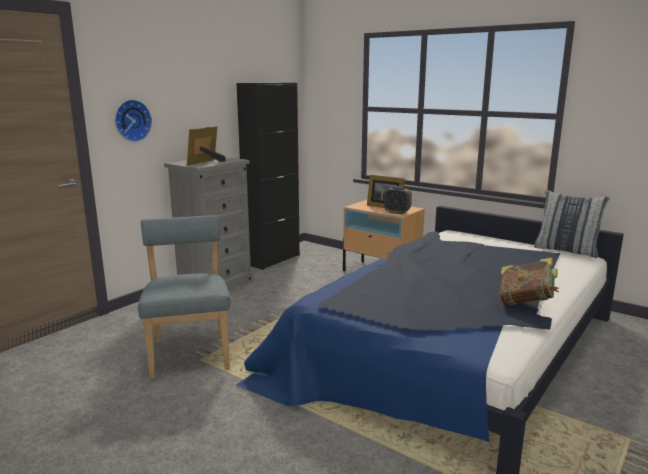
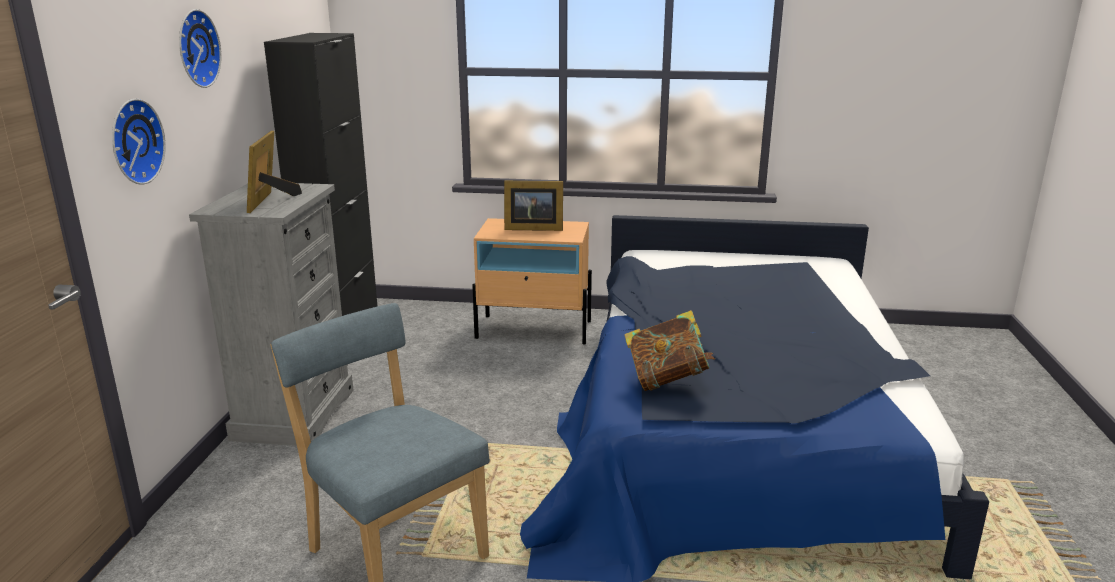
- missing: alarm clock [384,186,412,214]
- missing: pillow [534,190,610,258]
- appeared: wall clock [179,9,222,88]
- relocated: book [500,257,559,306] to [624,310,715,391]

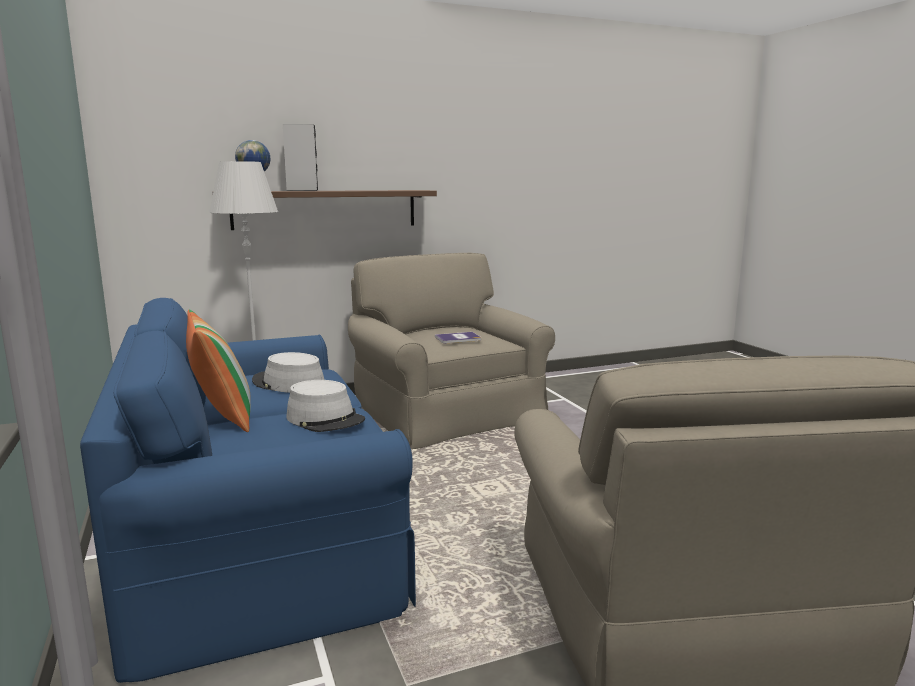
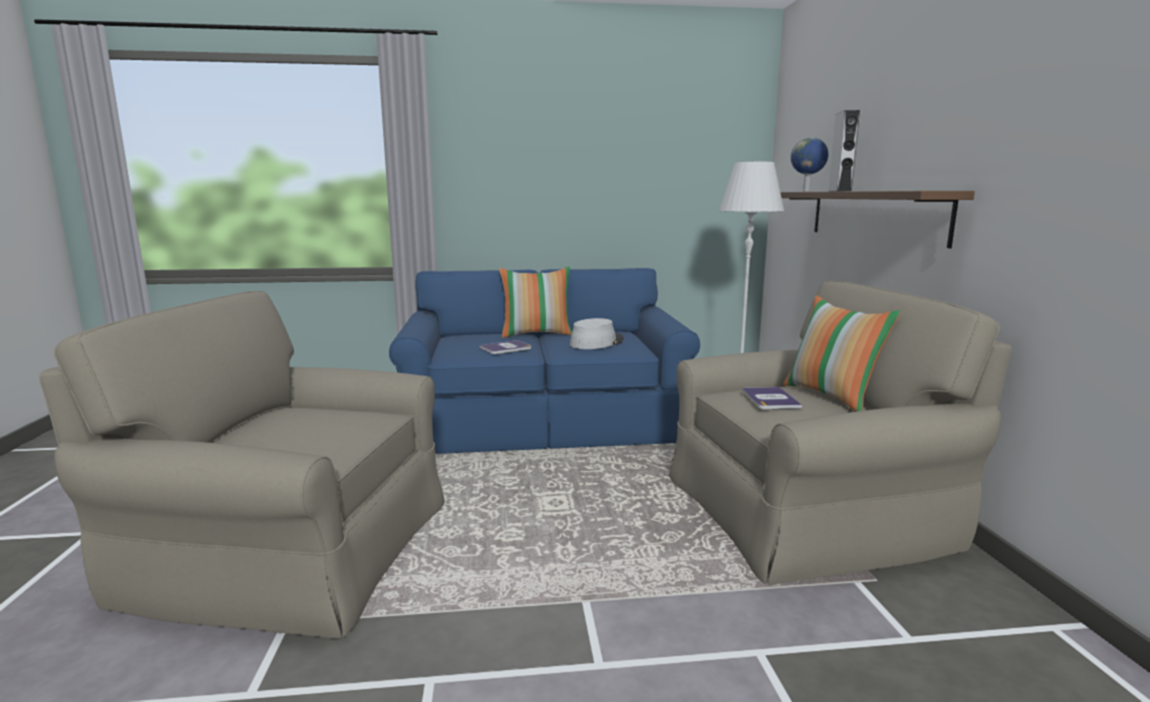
- appeared: pillow [784,296,901,411]
- exchanged: grey hat [286,380,365,432] to book [480,340,531,354]

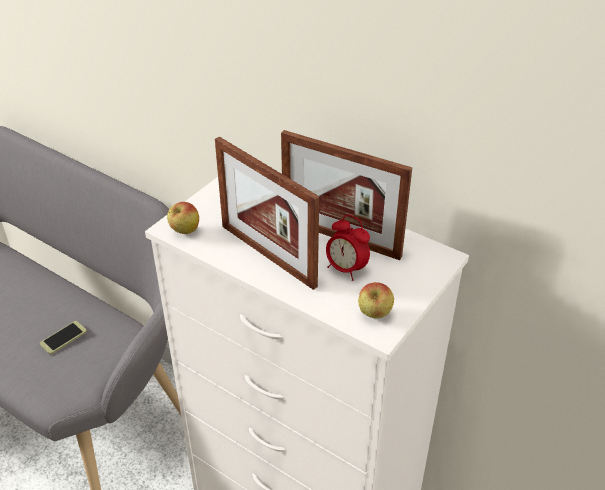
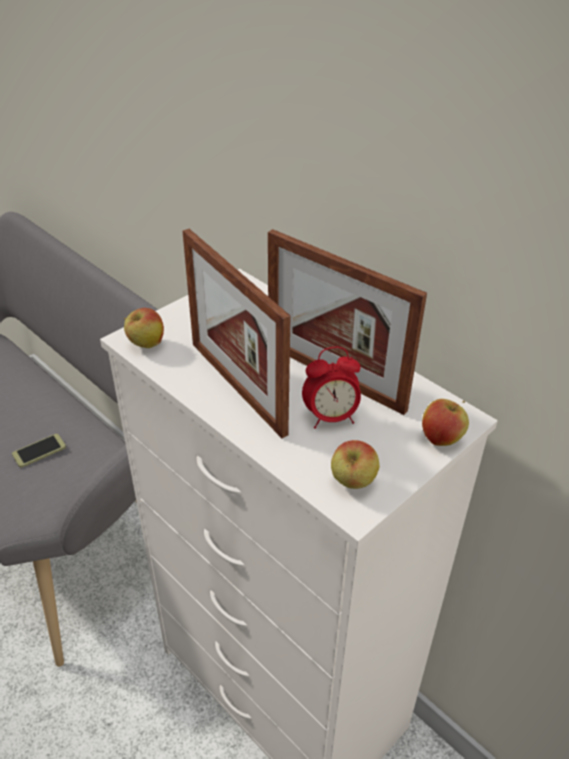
- appeared: apple [422,399,469,446]
- spun: alarm clock [326,214,370,281] = [302,347,361,429] 60 degrees counterclockwise

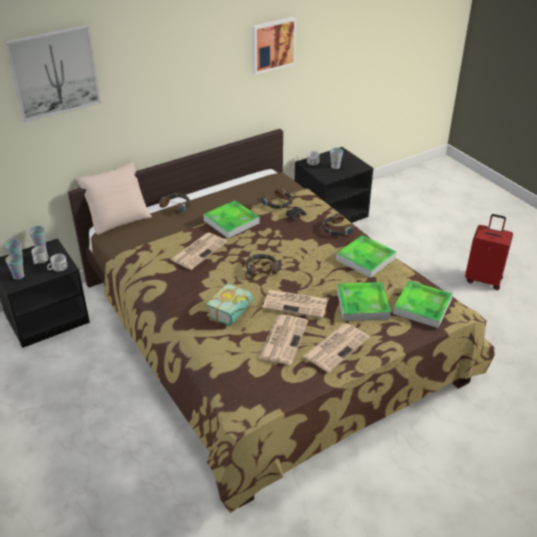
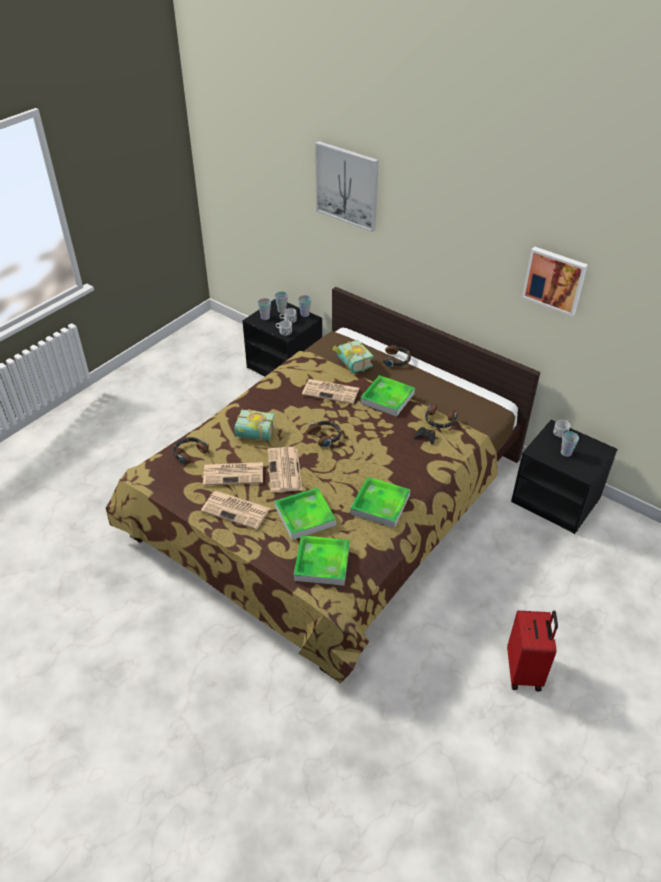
- missing: beige pillow [77,162,152,235]
- appeared: book [332,340,373,373]
- relocated: headphones [322,213,354,236] to [172,437,208,464]

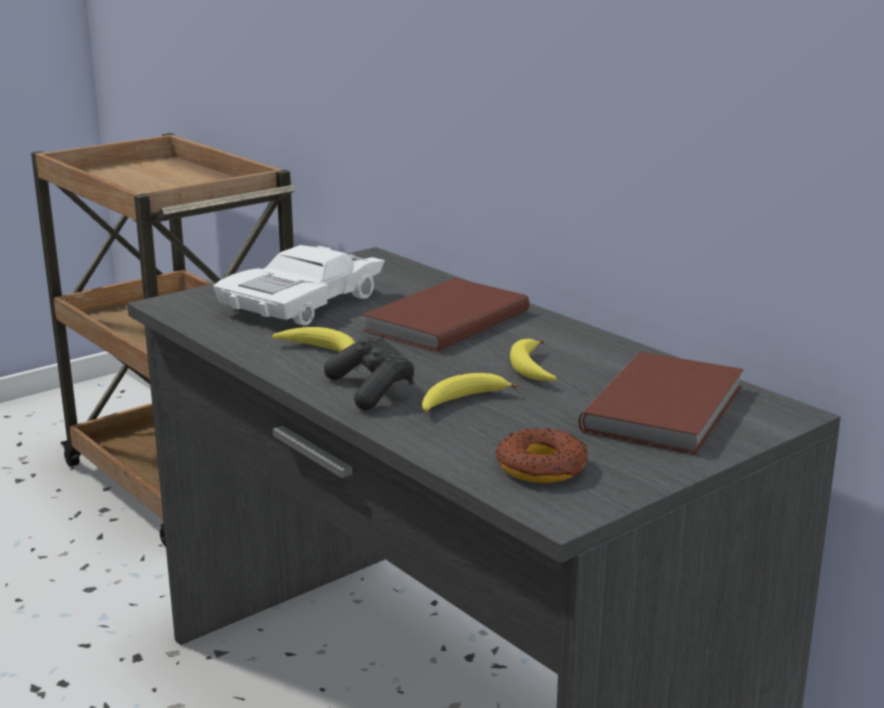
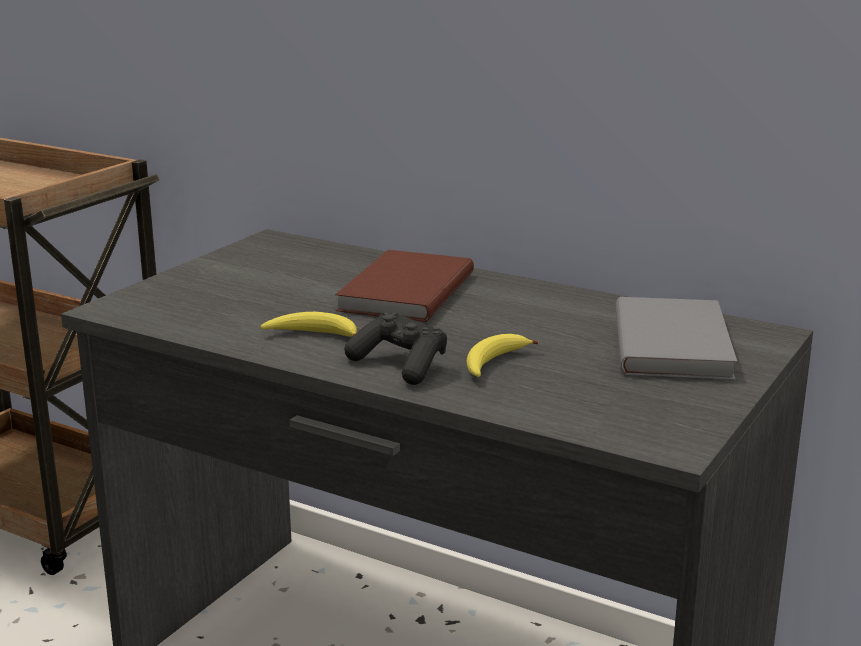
- missing: white toy car [213,245,385,325]
- missing: donut [495,428,588,483]
- missing: banana [510,339,557,381]
- colour: brown book [579,352,744,455] to grey book [615,297,737,380]

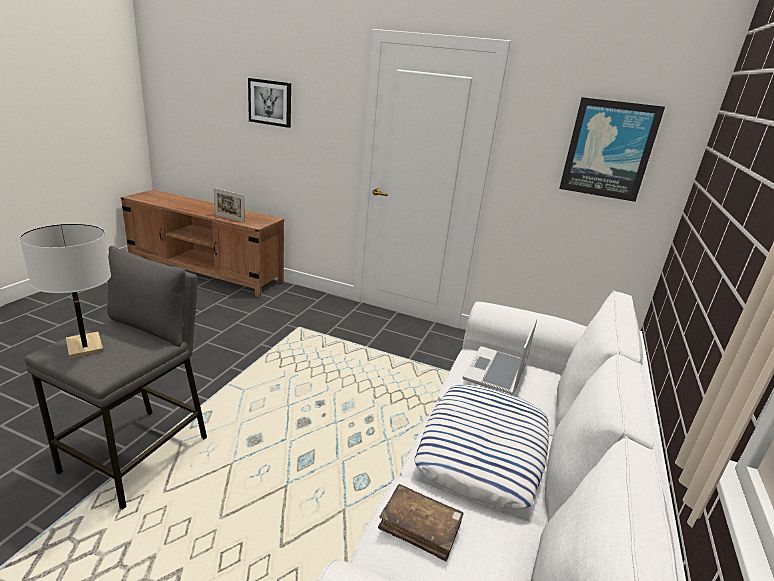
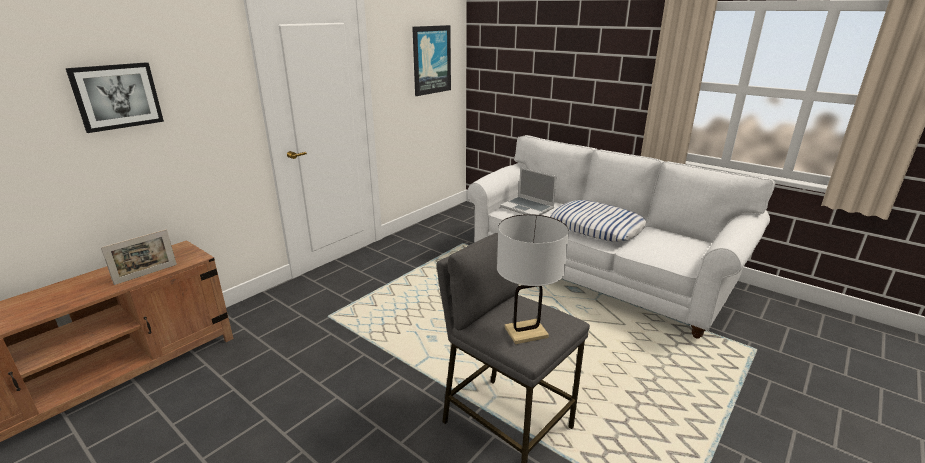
- missing: brown book [378,484,464,561]

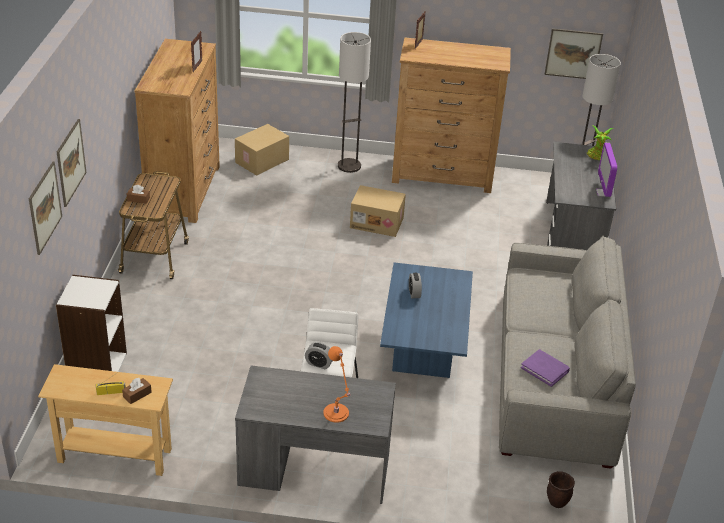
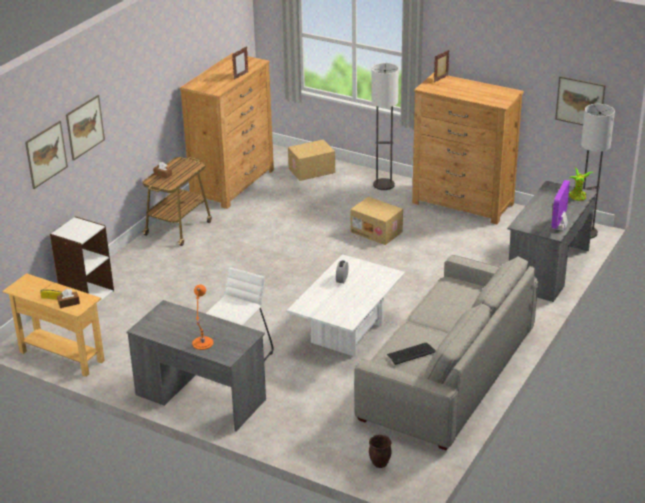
- missing: alarm clock [305,342,332,369]
- exchanged: purple book [521,349,570,387] to keyboard [387,342,436,365]
- colour: blue coffee table [380,262,473,378] to white coffee table [287,254,405,357]

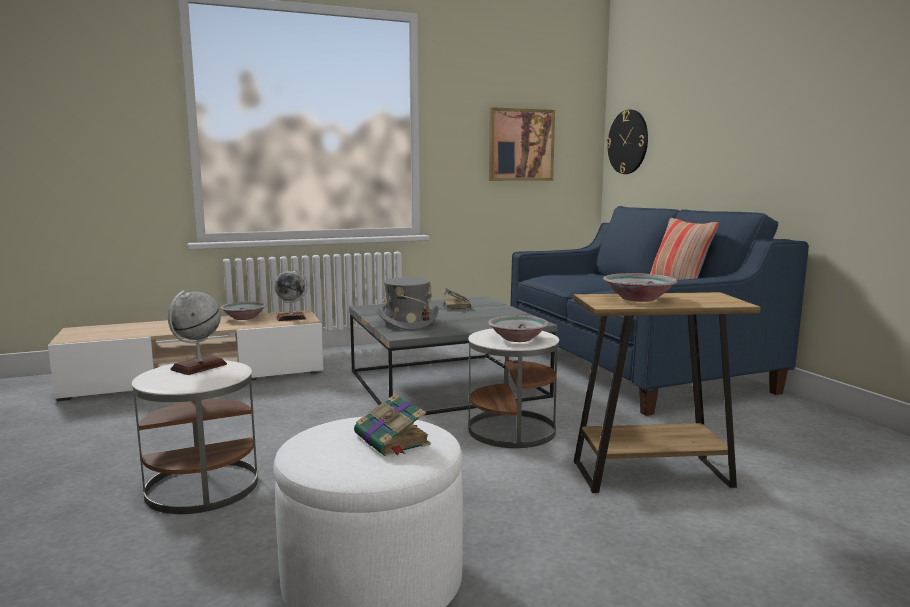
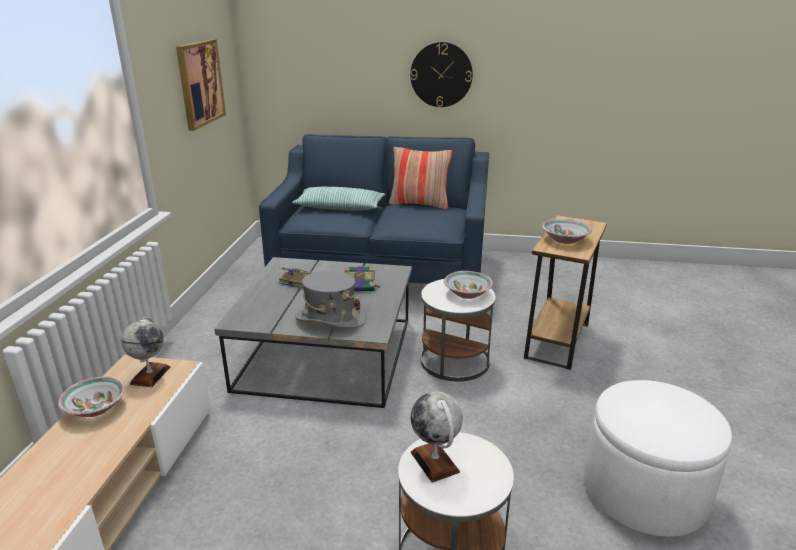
- appeared: pillow [292,187,386,211]
- relocated: book [354,393,431,456] to [344,266,381,291]
- relocated: wall clock [606,110,648,174] to [410,42,473,107]

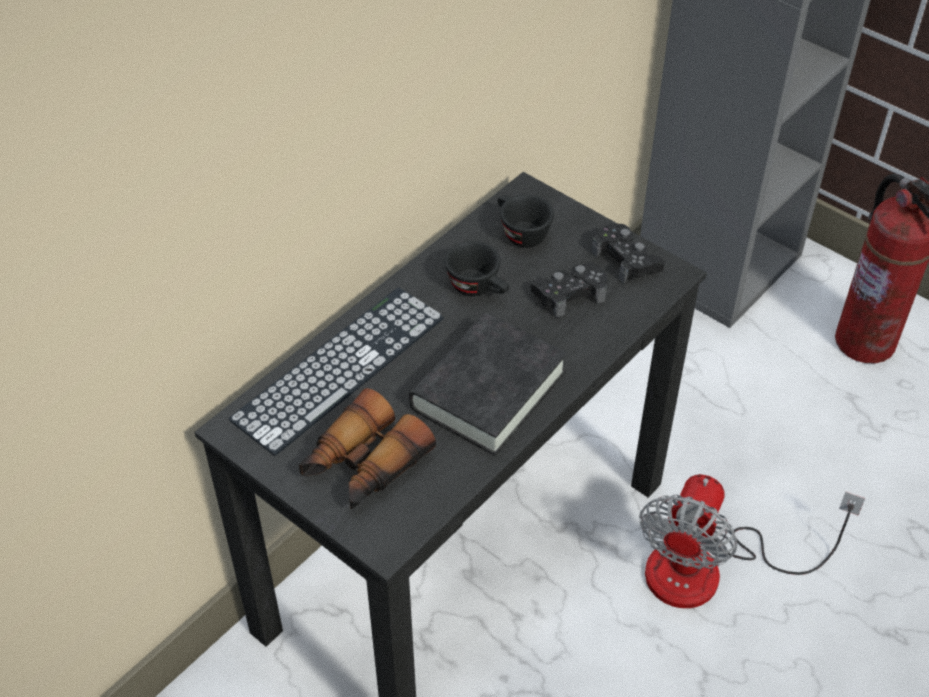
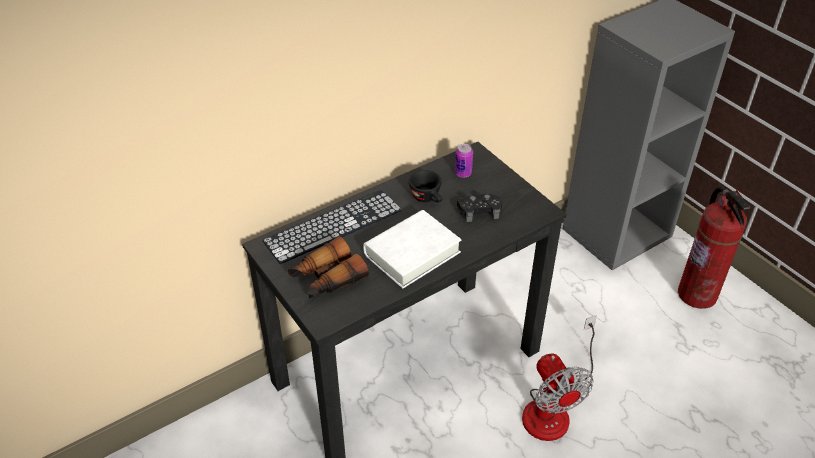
- missing: black game controller [591,223,665,283]
- exchanged: black cup [498,194,554,248] to can [455,144,473,178]
- colour: black book [409,313,567,456] to white book [363,210,461,289]
- spun: fan [639,474,865,608] = [522,315,597,441] 60 degrees counterclockwise

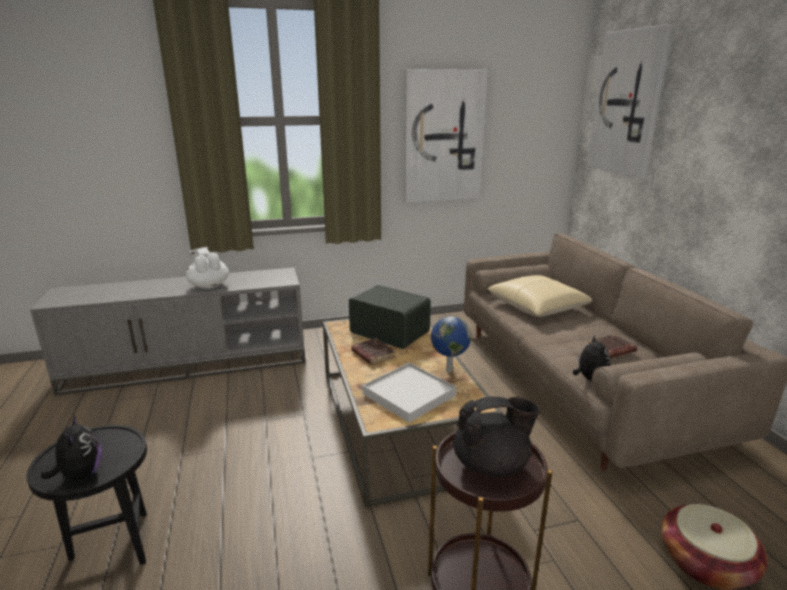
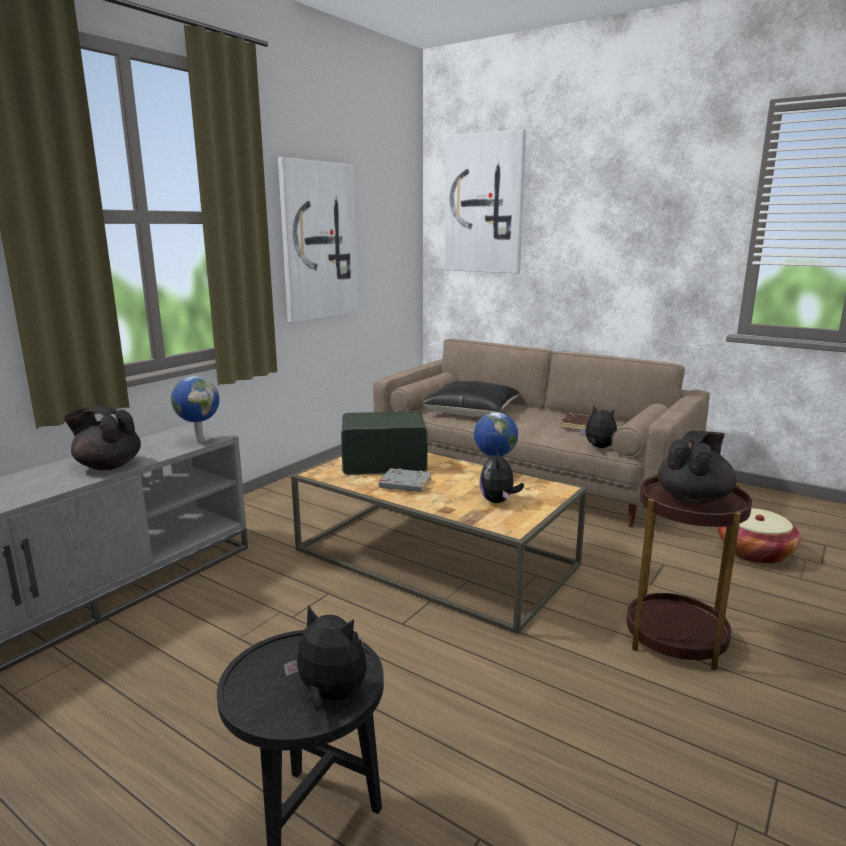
- appeared: globe [171,376,220,443]
- exchanged: white tray [362,363,457,423] to plush toy [479,448,524,503]
- colour: white teapot [186,247,229,289] to black teapot [63,406,141,470]
- colour: brown book [351,338,396,365] to grey book [379,468,432,492]
- colour: beige pillow [488,275,592,317] to black pillow [422,381,520,417]

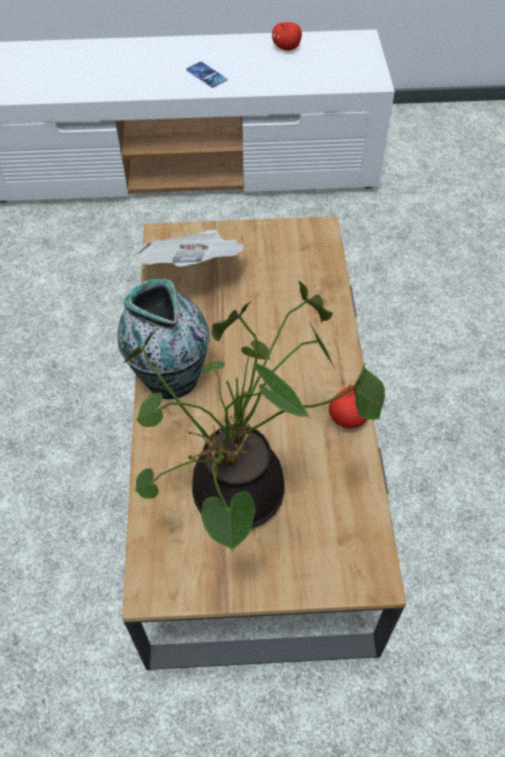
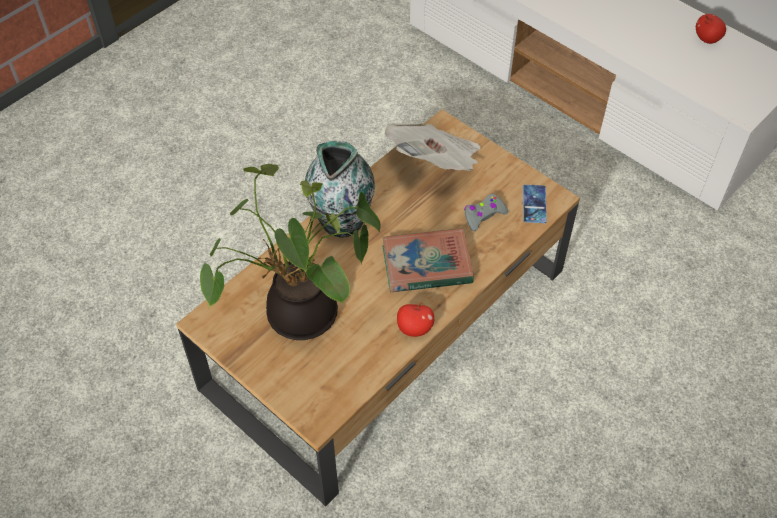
- appeared: book [383,228,474,292]
- appeared: grey game controller [464,194,508,231]
- relocated: phone [186,62,227,88] to [523,185,547,223]

